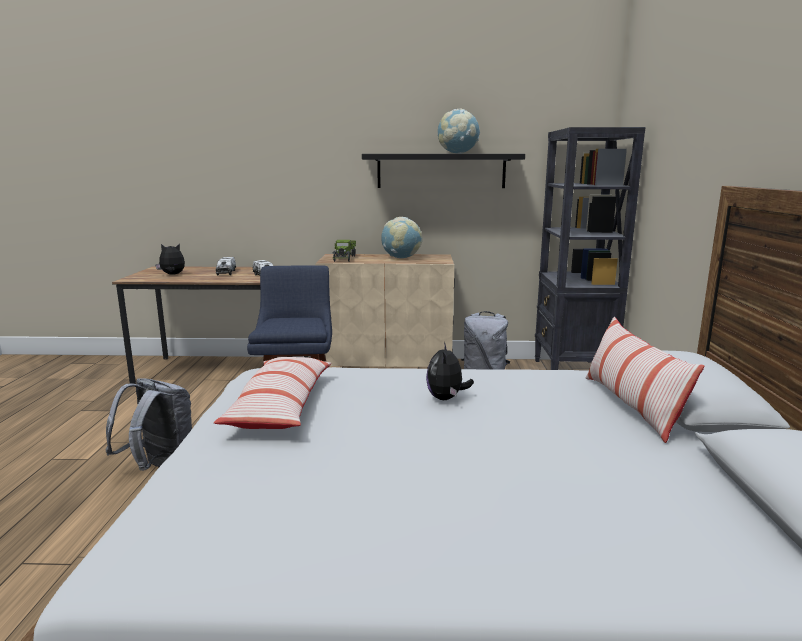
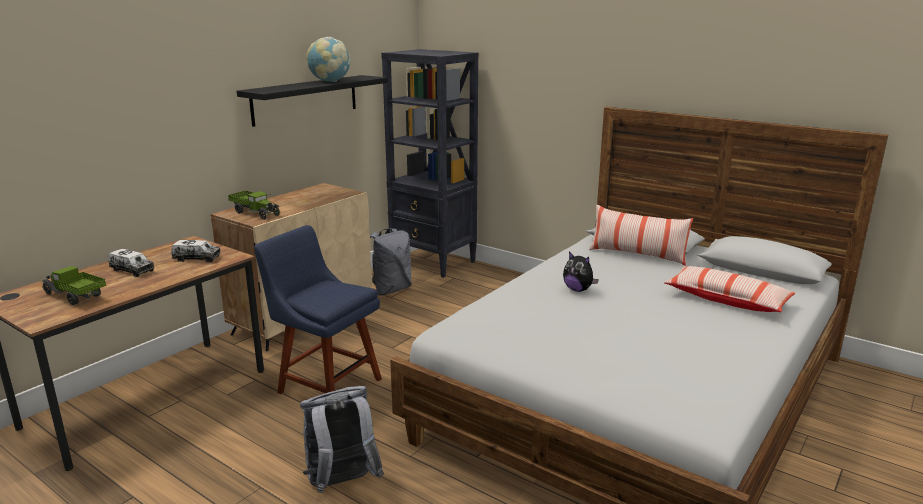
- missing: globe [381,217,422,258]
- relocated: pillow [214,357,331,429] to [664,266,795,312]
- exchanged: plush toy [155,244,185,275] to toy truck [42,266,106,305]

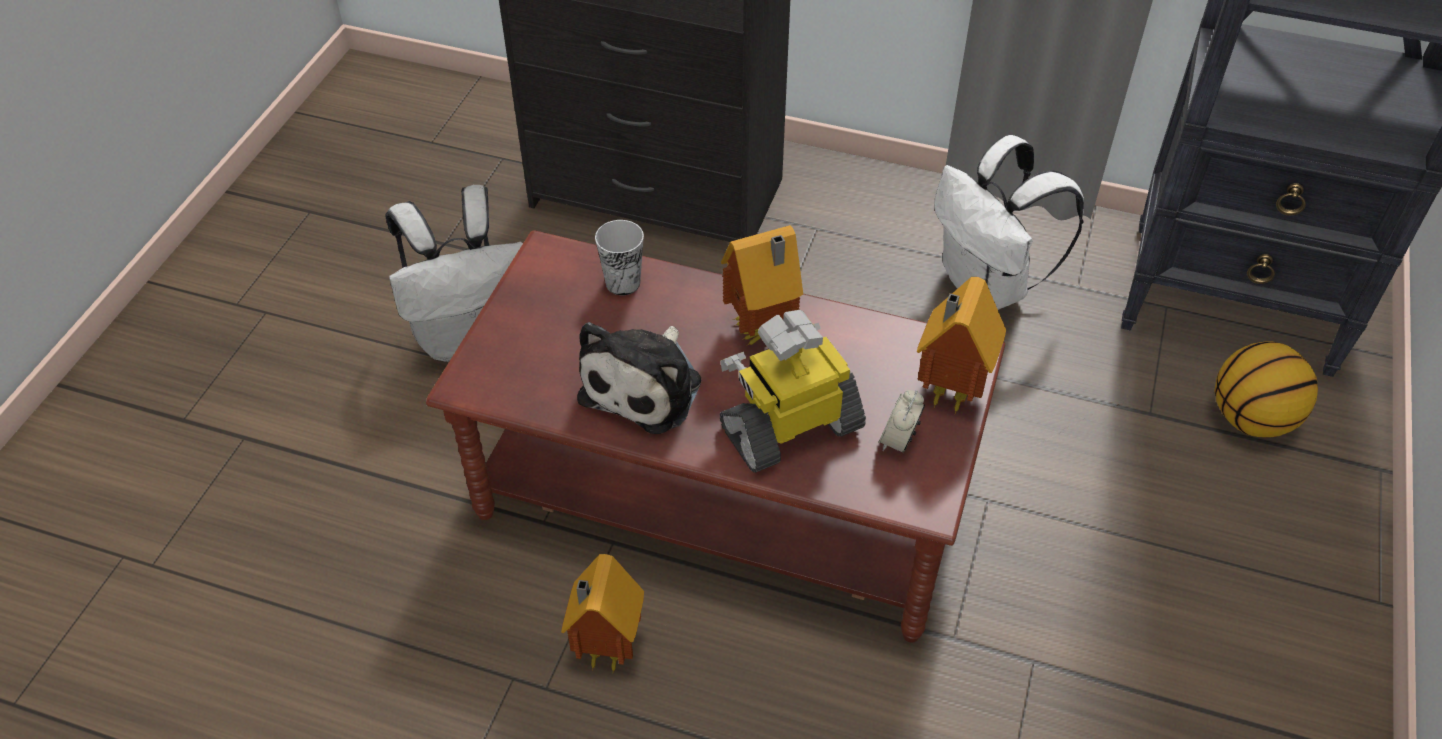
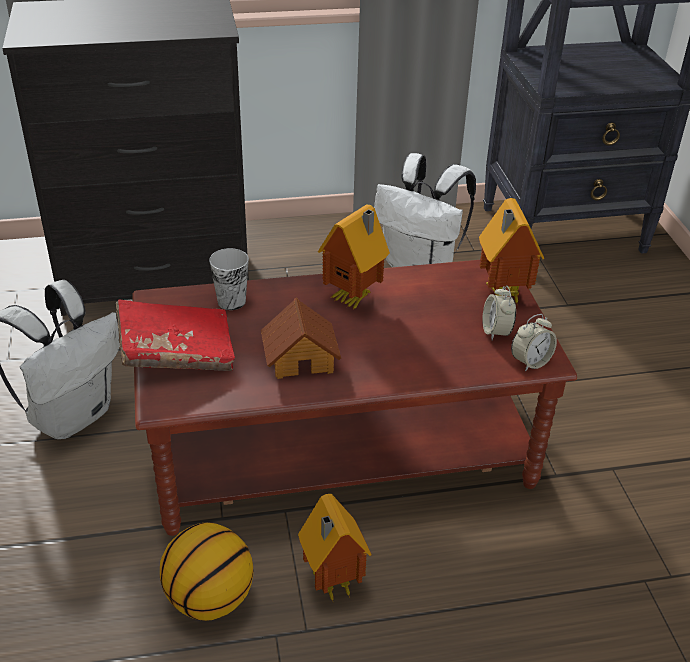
- missing: toy robot [720,310,866,473]
- appeared: red book [116,299,235,371]
- appeared: alarm clock [511,314,557,372]
- relocated: basketball [1214,342,1318,438] to [160,523,253,621]
- exchanged: plush toy [577,322,701,434] to toy house [261,298,341,379]

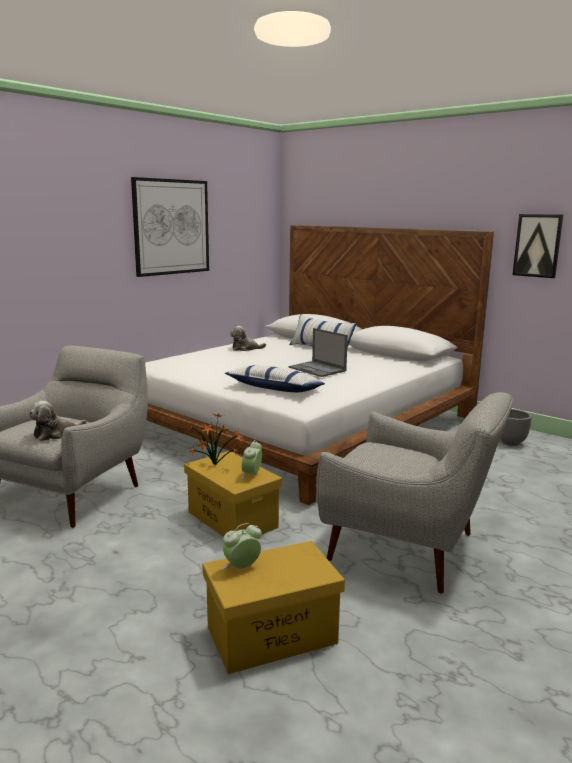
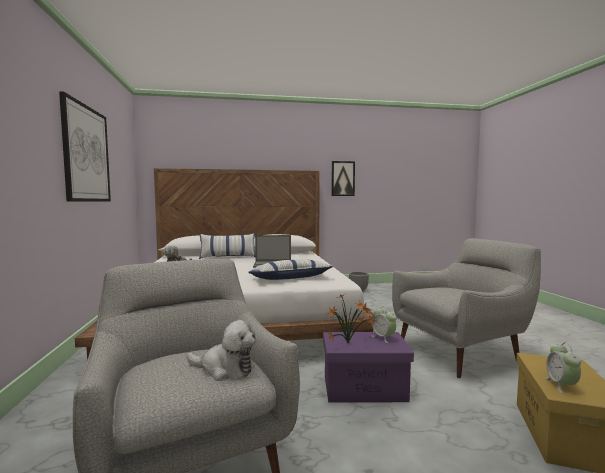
- colour: yellow storage box [184,451,282,537] to purple storage box [323,332,414,403]
- spun: plush toy [29,401,86,441] = [187,320,256,381] 75 degrees counterclockwise

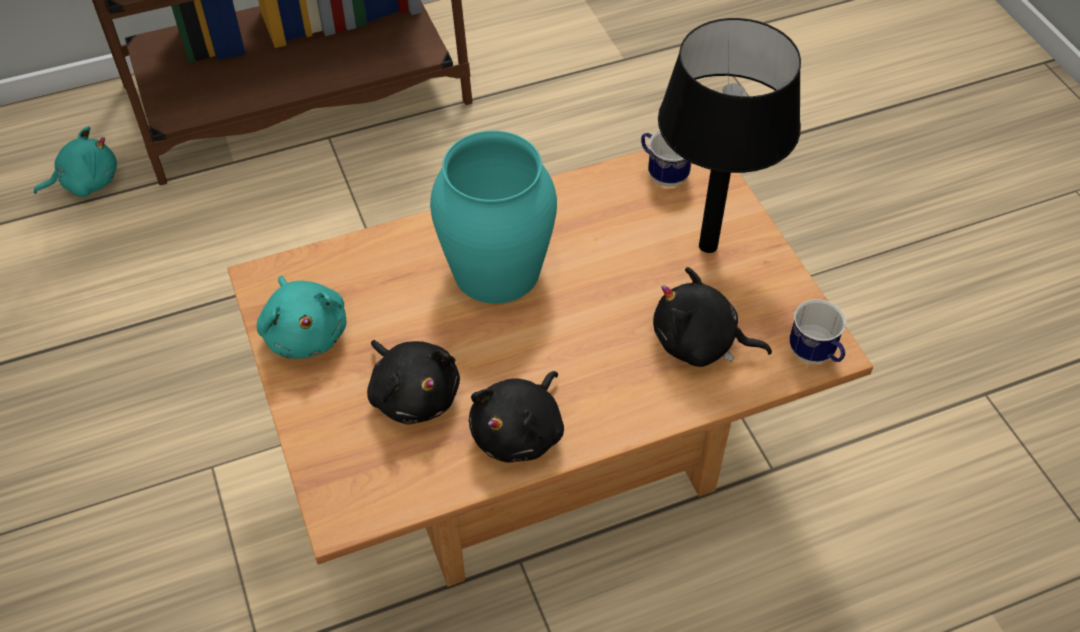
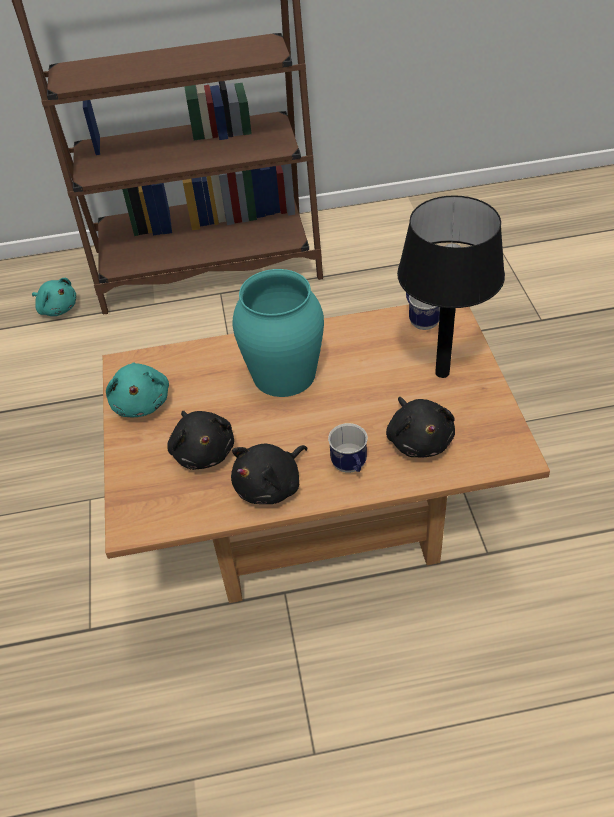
- relocated: mug [789,299,846,364] to [328,423,368,473]
- spun: turquoise plush toy [34,126,117,197] = [32,278,76,316] 45 degrees clockwise
- spun: black plush toy [653,267,772,367] = [386,397,455,458] 135 degrees counterclockwise

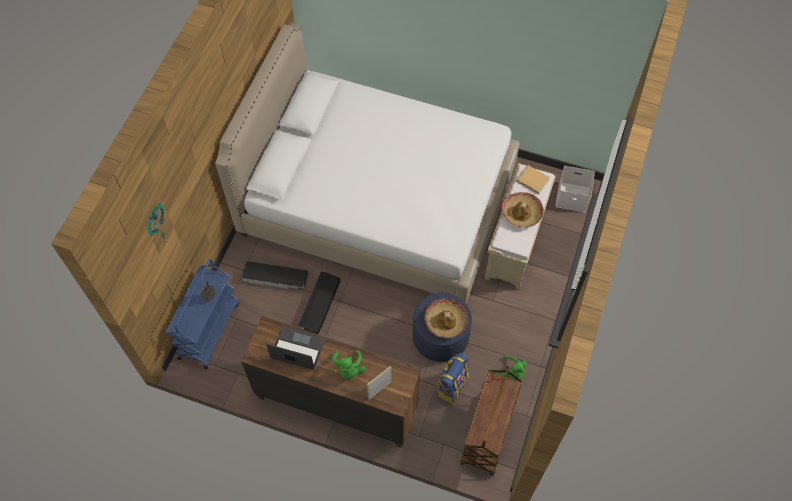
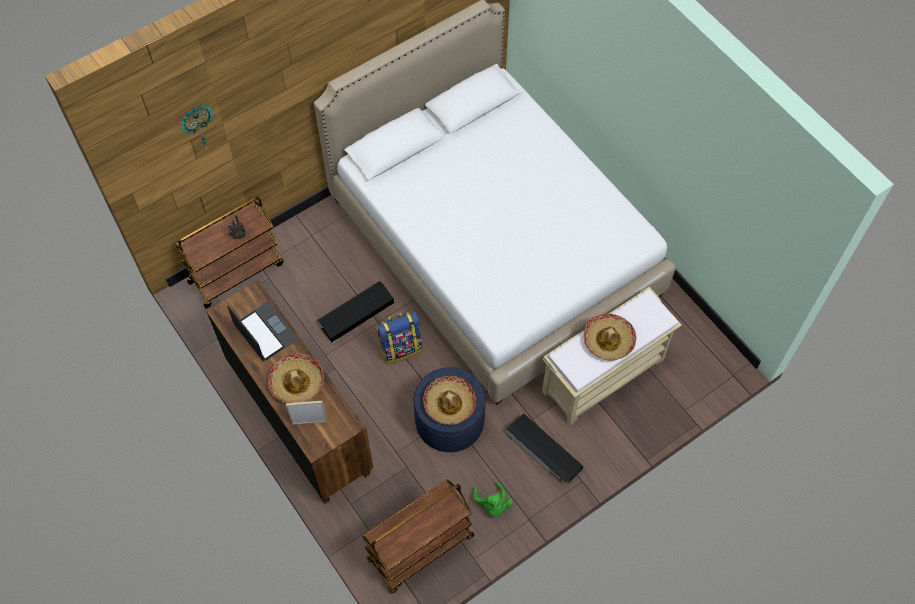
- missing: beige book [516,165,550,194]
- missing: white storage box [555,166,595,212]
- relocated: black storage box [242,261,308,289] to [506,413,583,484]
- relocated: backpack [436,353,469,404] to [377,312,422,364]
- exchanged: green plush toy [332,350,365,379] to hat [268,353,324,403]
- colour: blue cart [166,259,239,369] to brown cart [176,197,283,309]

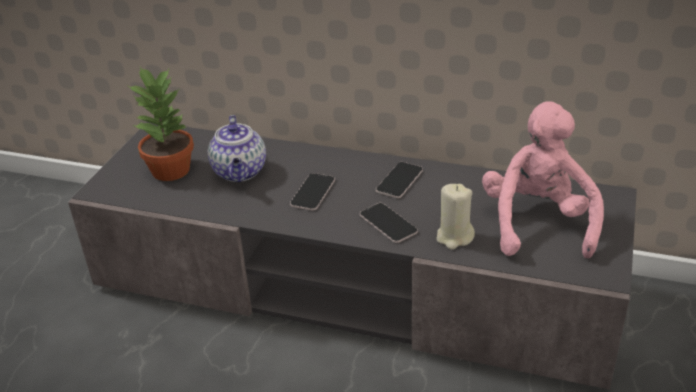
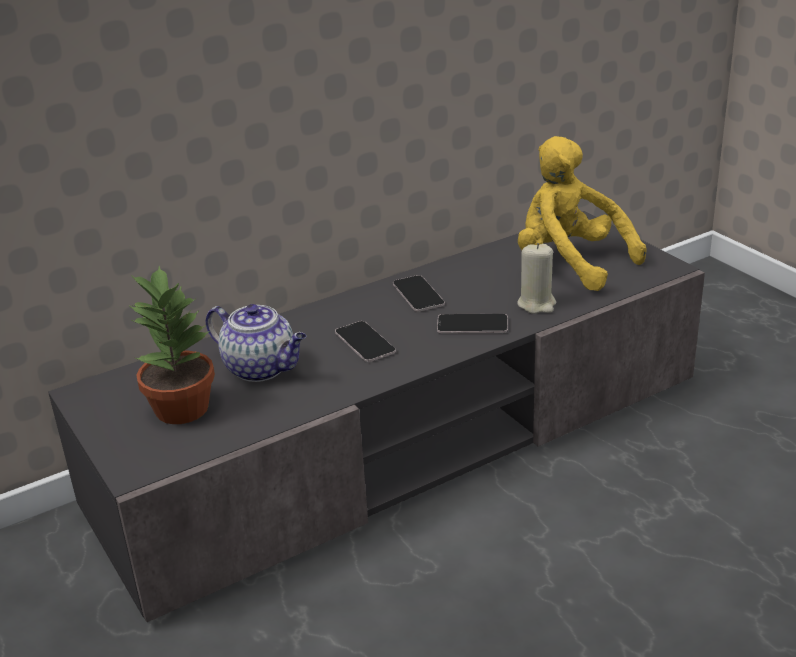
- colour: pink plush toy [482,101,604,258] to yellow plush toy [518,136,647,291]

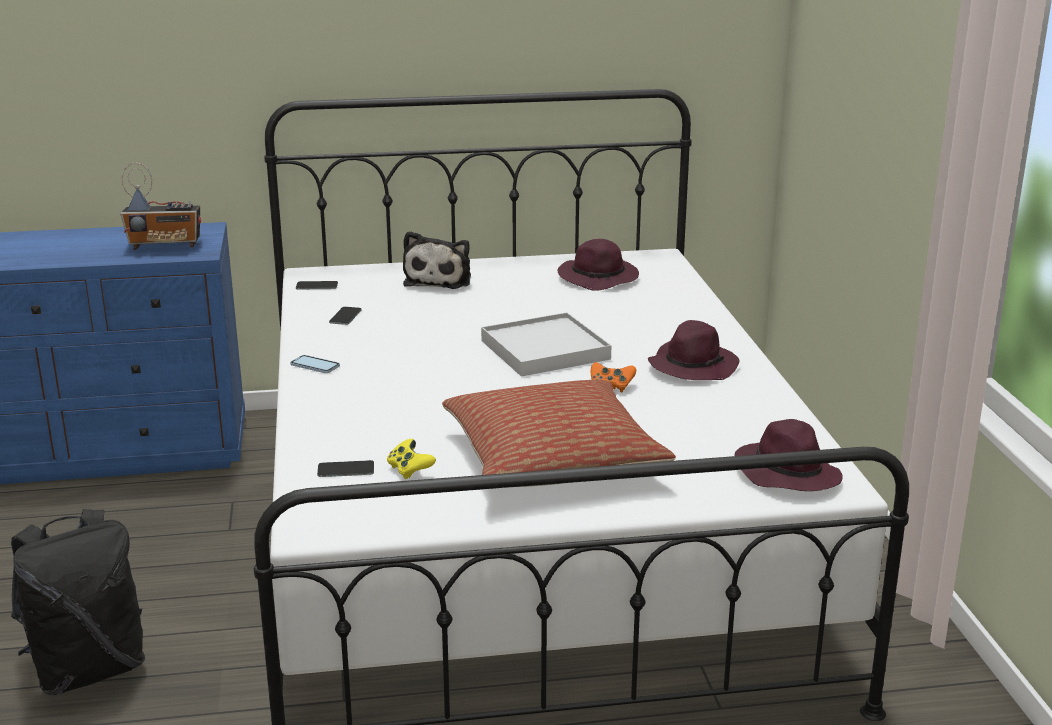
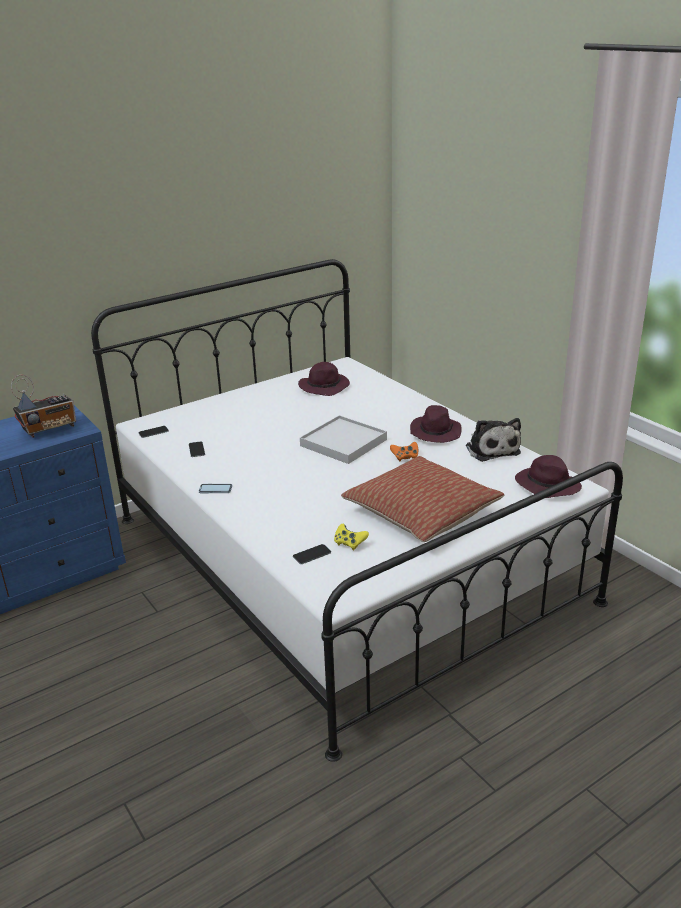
- missing: black backpack [11,509,145,695]
- relocated: plush toy [403,231,471,289] to [466,418,521,462]

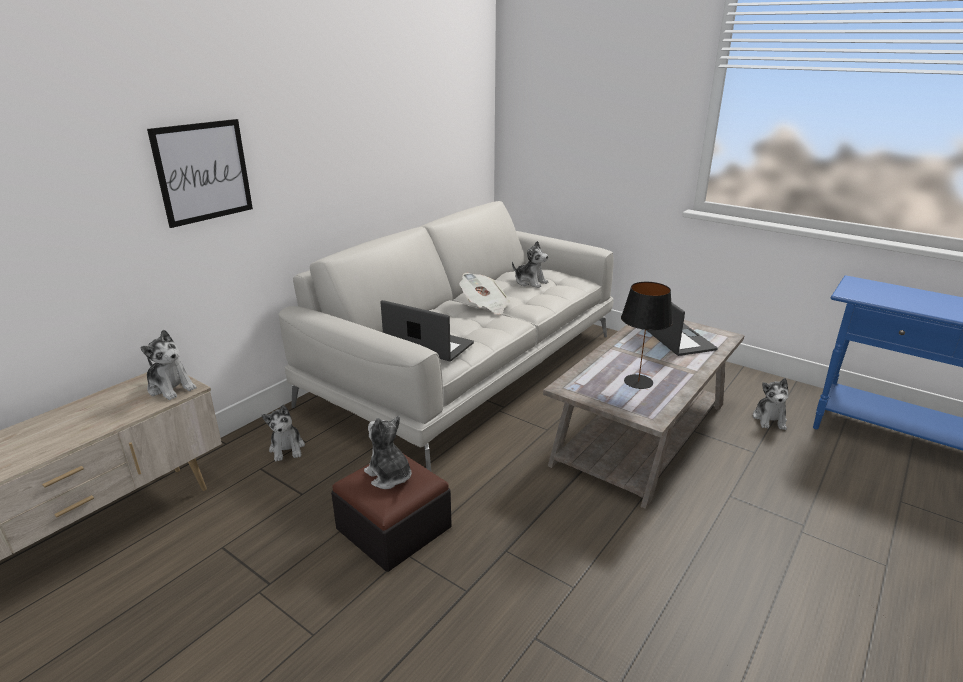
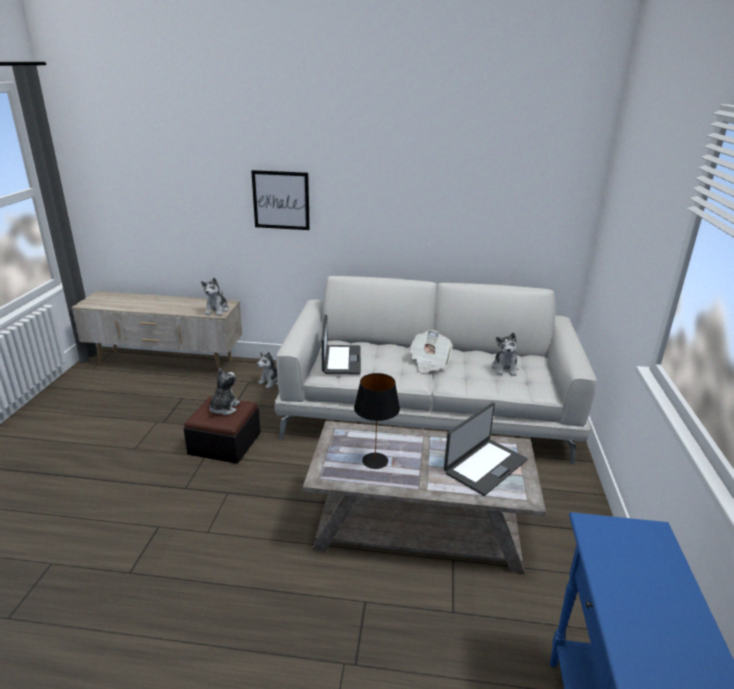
- missing: plush toy [753,378,788,430]

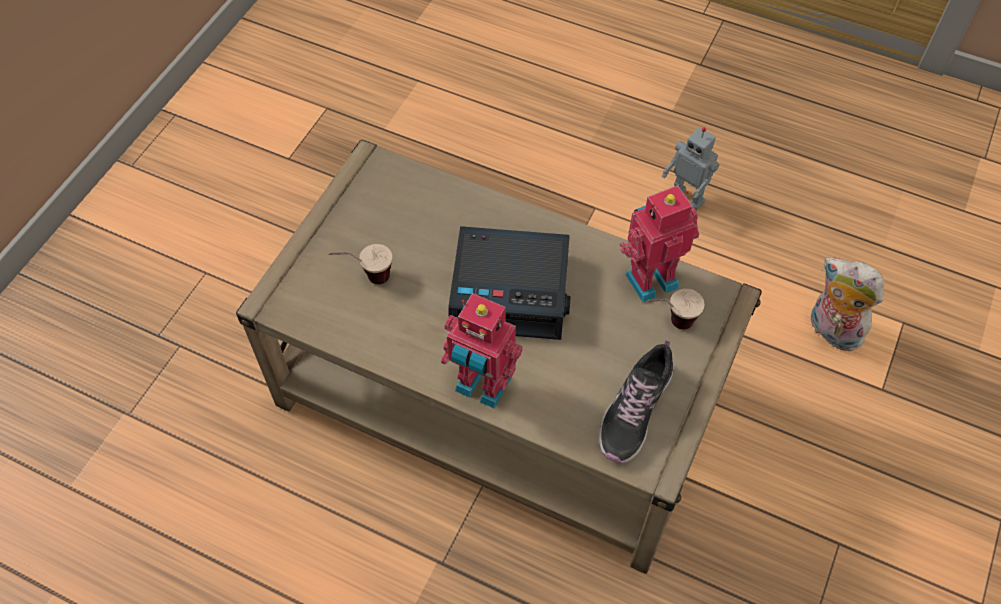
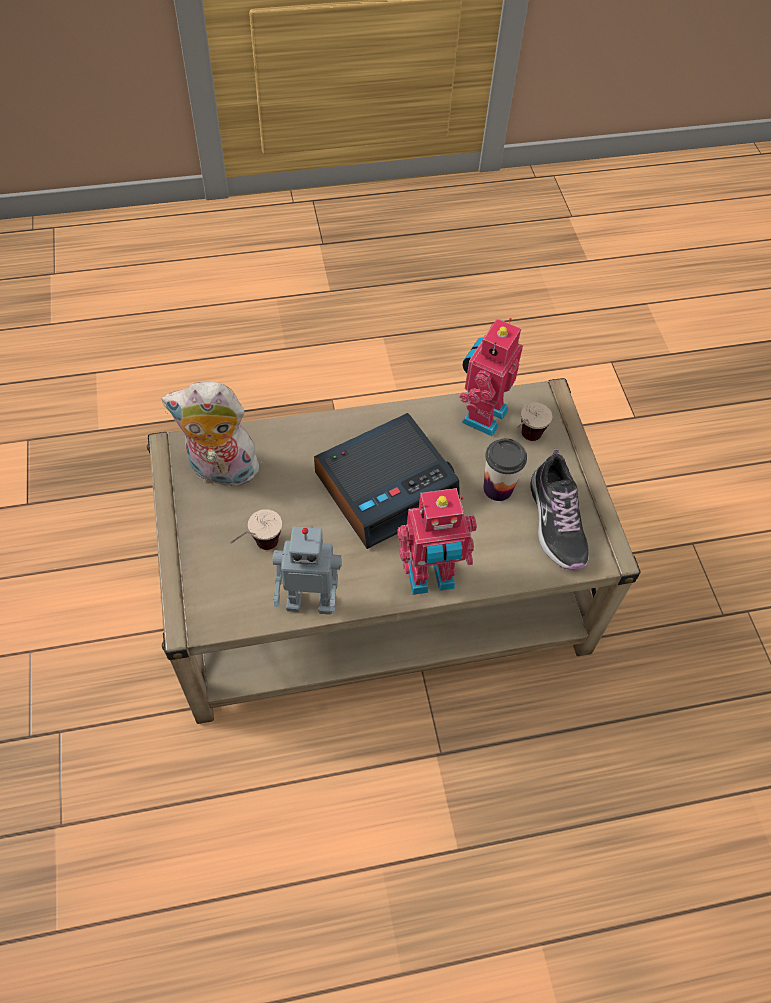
- appeared: cup [483,438,527,501]
- relocated: toy robot [661,127,720,211] to [272,526,342,615]
- relocated: plush toy [811,257,884,351] to [162,382,264,487]

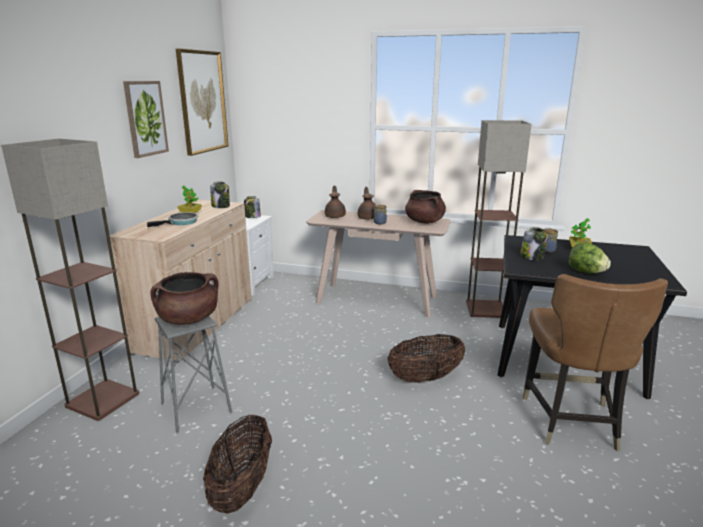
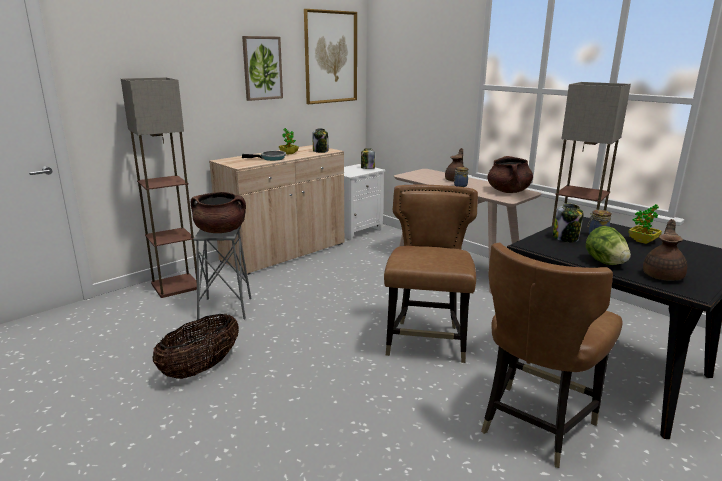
- relocated: brown teapot [325,186,346,218] to [643,219,687,281]
- exchanged: basket [387,334,465,383] to brown chair [384,185,478,363]

